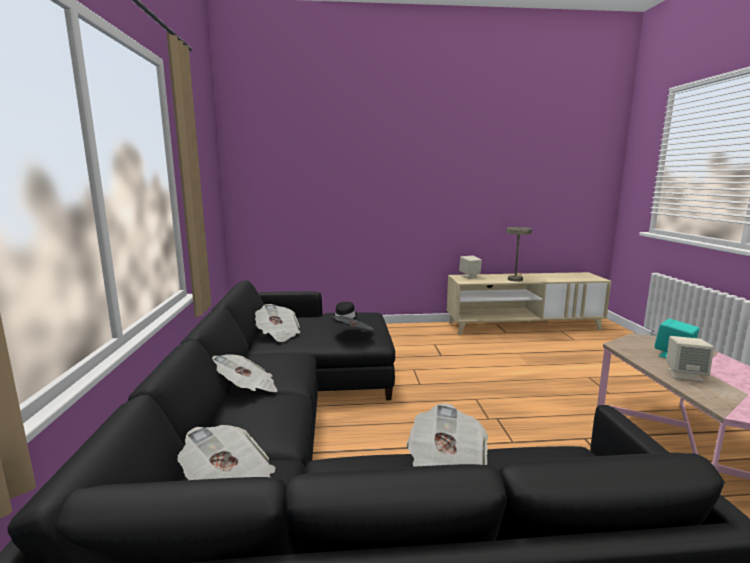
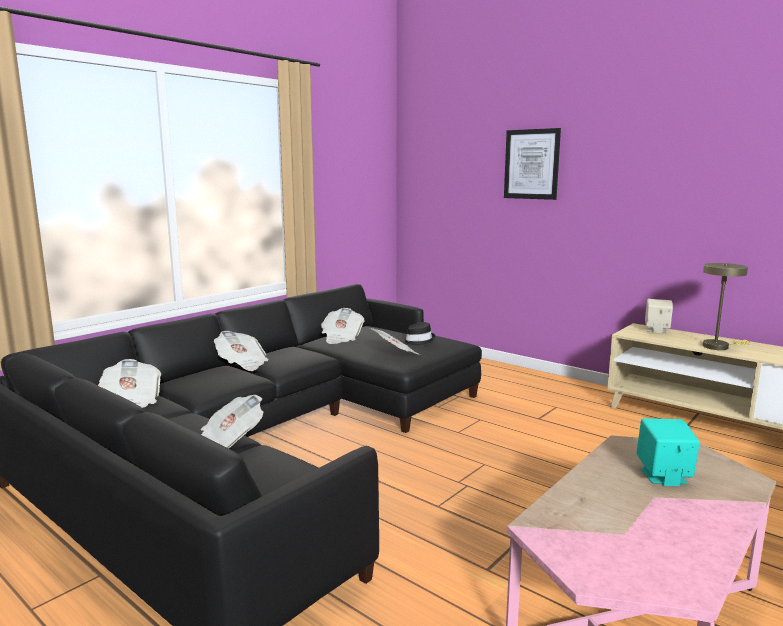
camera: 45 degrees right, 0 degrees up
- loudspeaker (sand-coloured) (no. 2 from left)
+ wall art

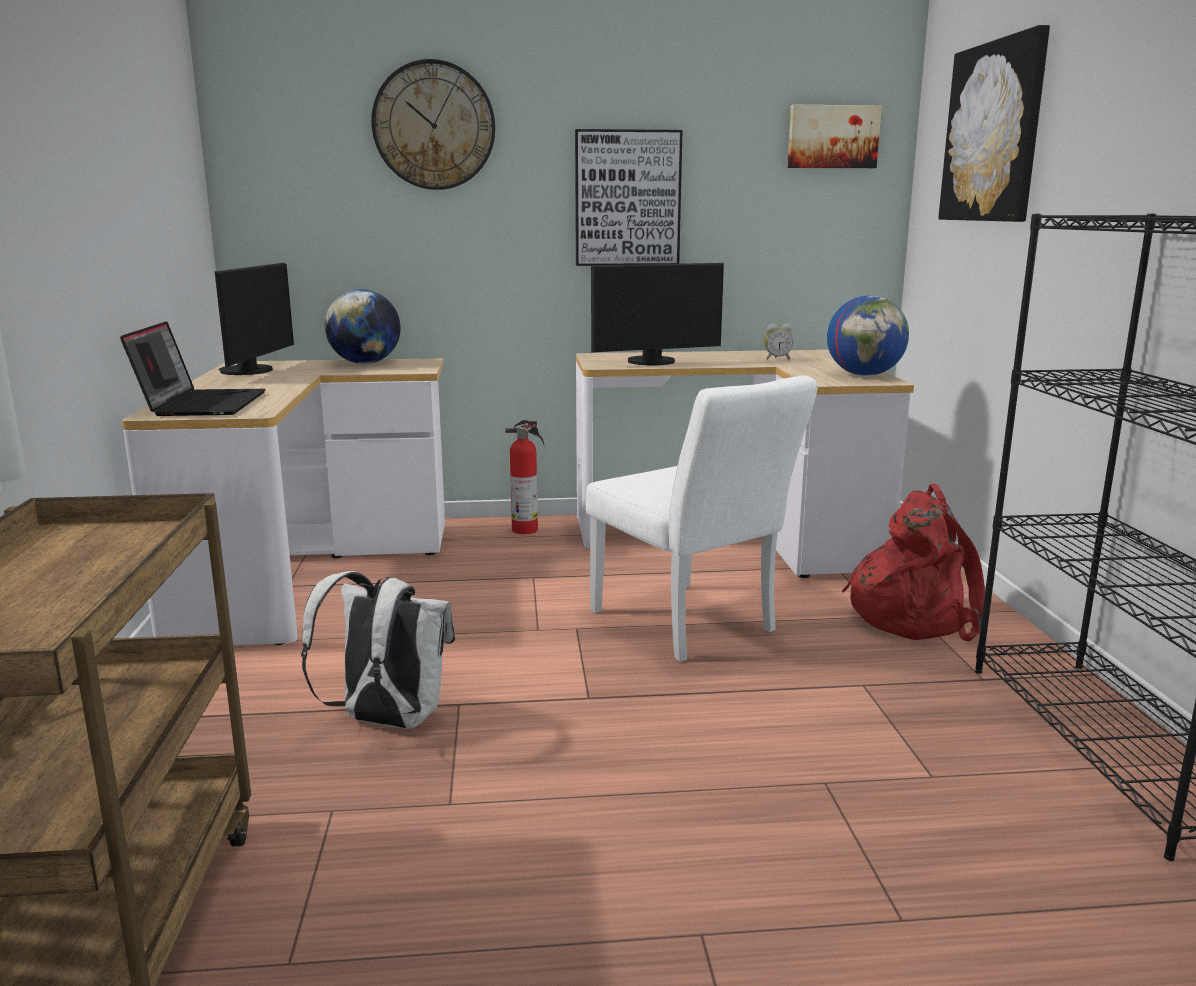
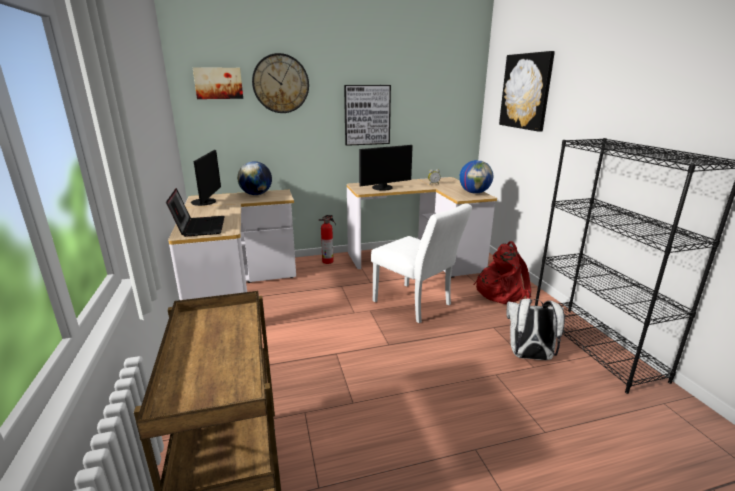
camera: 10 degrees left, 5 degrees up
~ wall art (no. 2 from left in the first image) to wall art (no. 1 from left)
~ backpack (white-coloured)

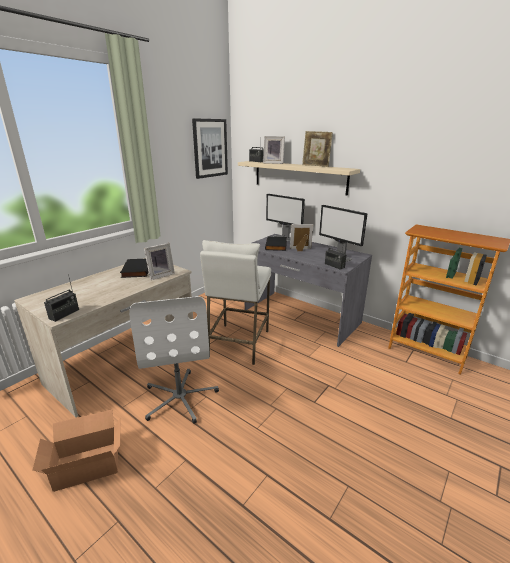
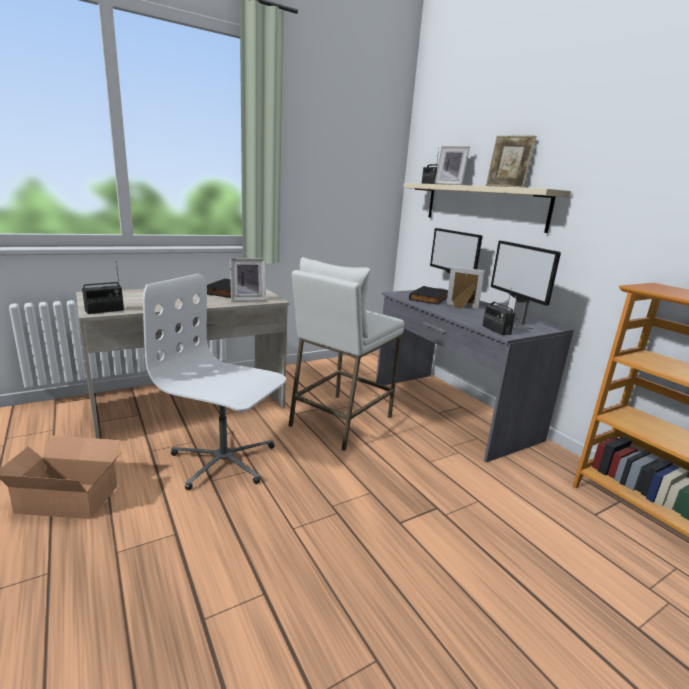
camera: 20 degrees right, 5 degrees down
- wall art
~ computer chair (white-coloured) 105 degrees clockwise

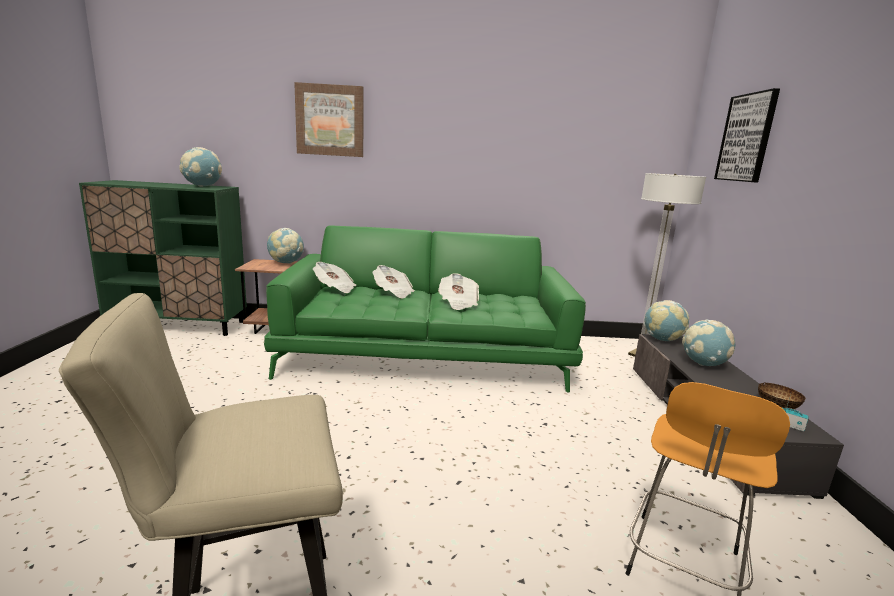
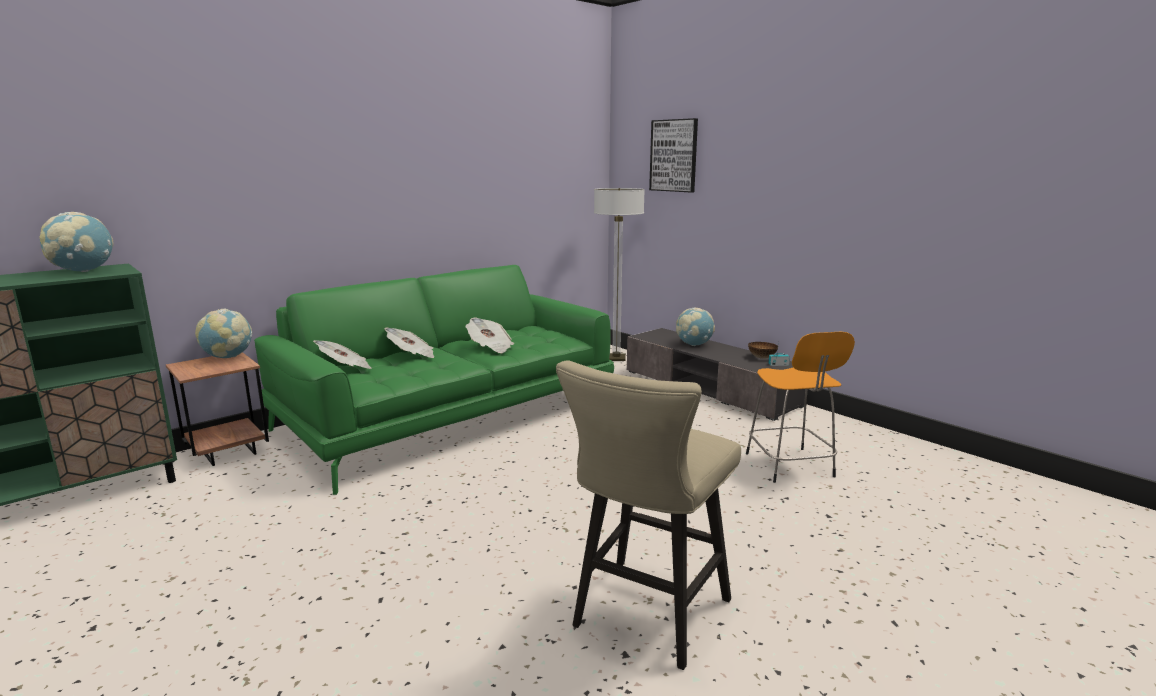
camera: 40 degrees left, 0 degrees up
- wall art (no. 1 from left)
- desk globe (no. 3 from left)

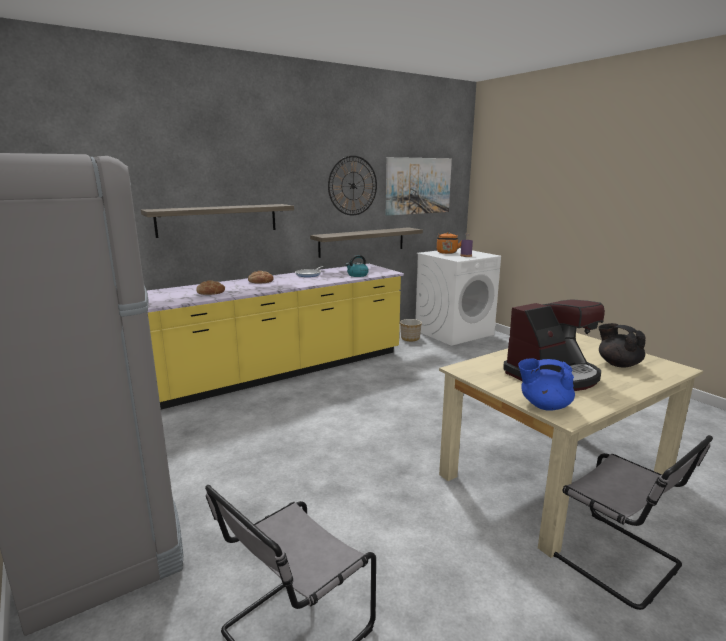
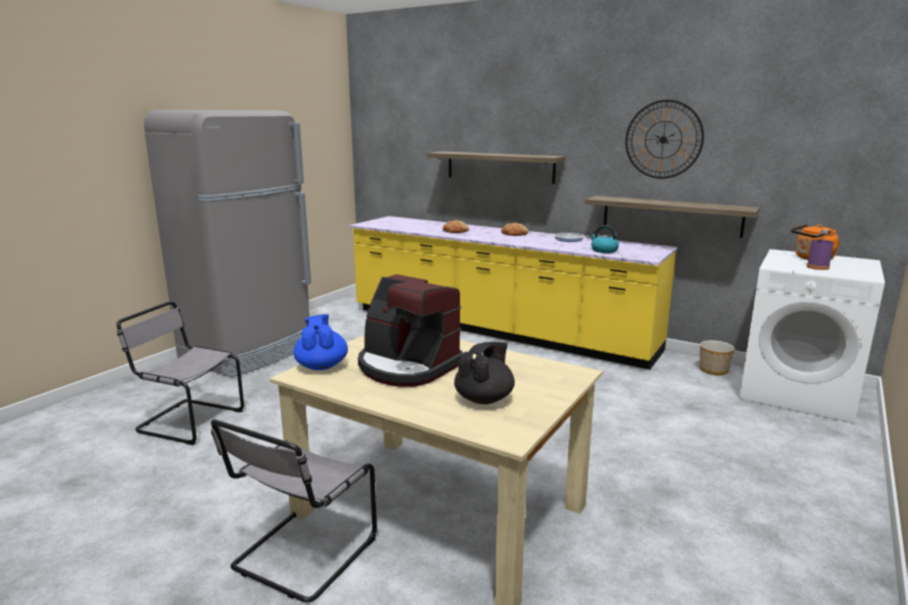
camera: 65 degrees right, 0 degrees up
- wall art

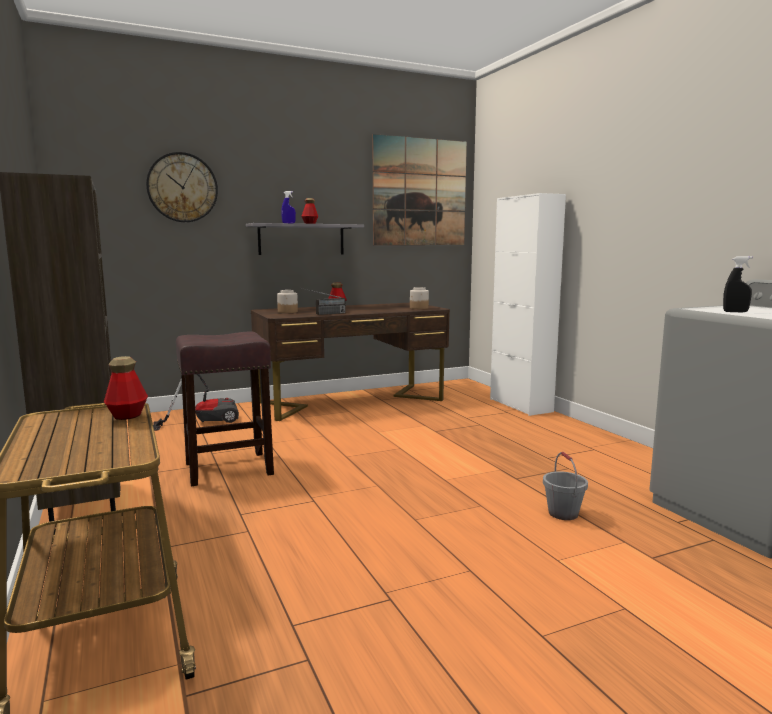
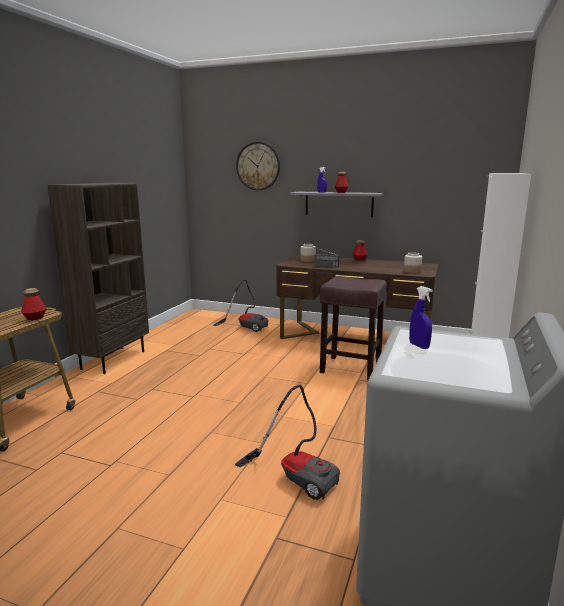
camera: 45 degrees right, 5 degrees up
- wall art
~ spray bottle (blackish) to spray bottle (blue-coloured) (no. 2 from left)
~ stool seat (brown-coloured)
~ water bucket (gray) to vacuum cleaner (no. 2 from left)

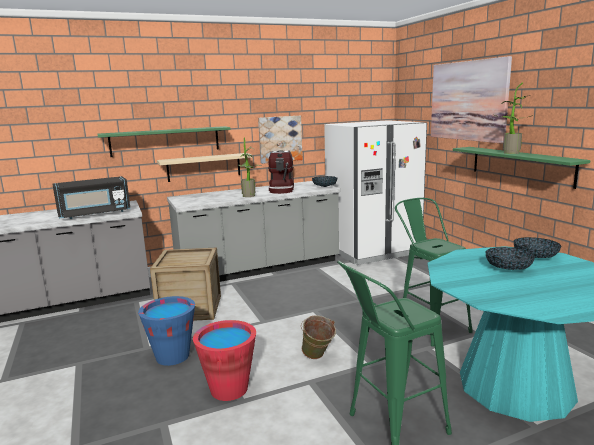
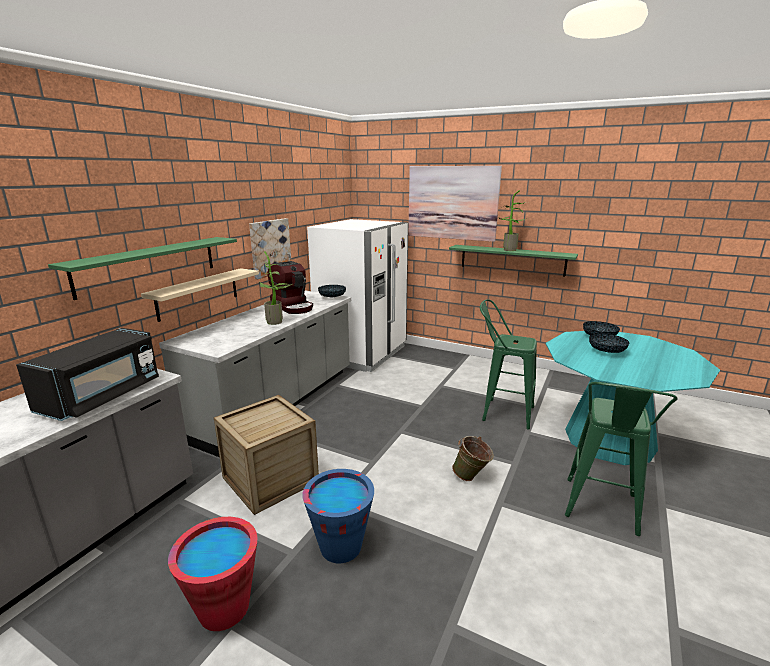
camera: 40 degrees left, 5 degrees up
~ water bucket (red-coloured)

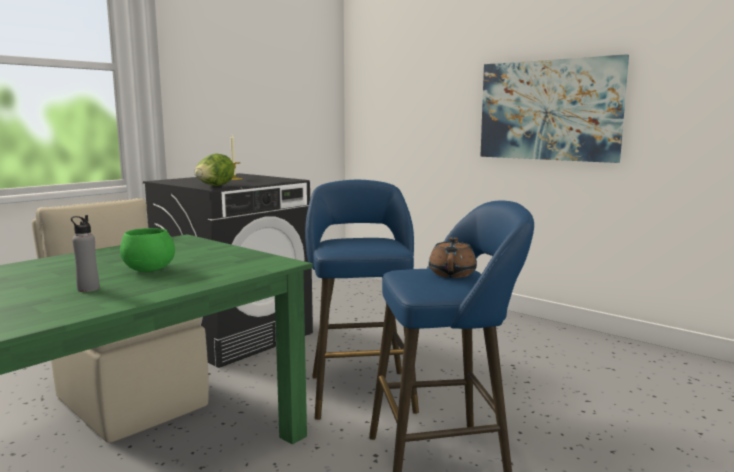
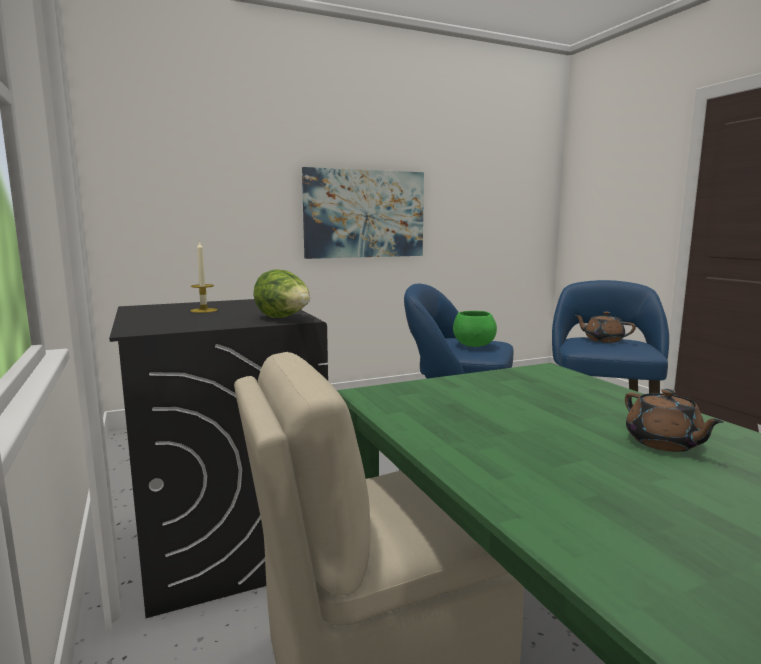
camera: 65 degrees left, 0 degrees up
~ drink bottle (gray) to pot for tea (brown-coloured) (no. 2 from left)
~ bowl (greenish)

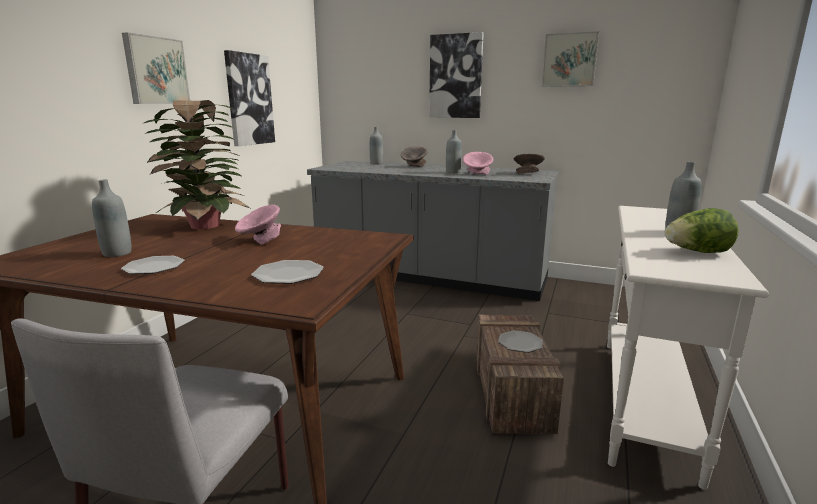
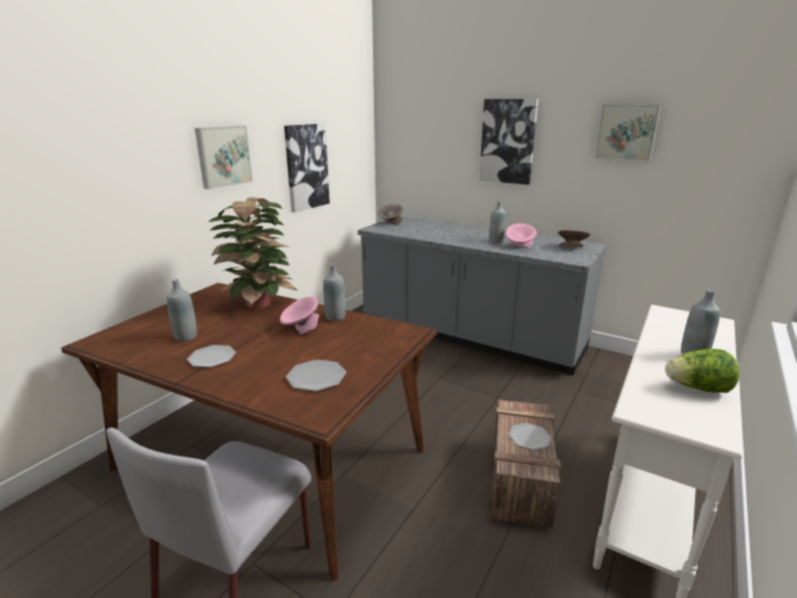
camera: 10 degrees right, 5 degrees up
~ drink bottle (gray) (no. 2 from left)
~ bowl (gray) (no. 1 from left)

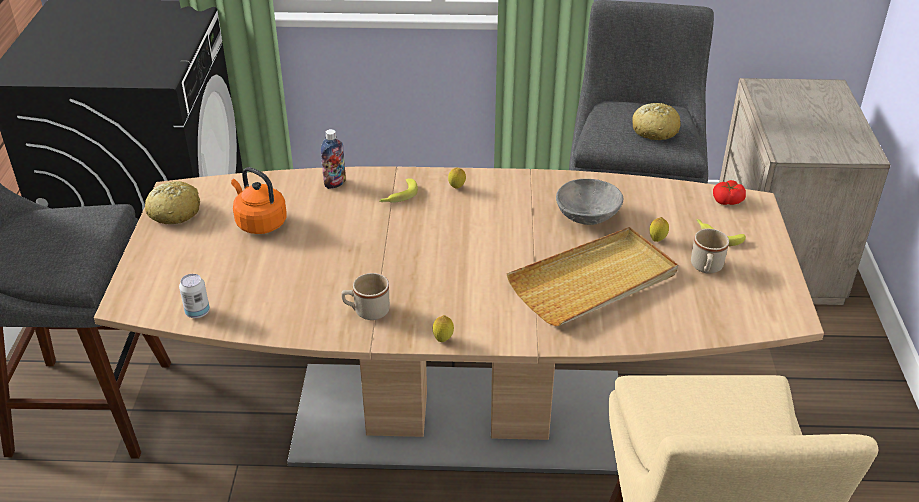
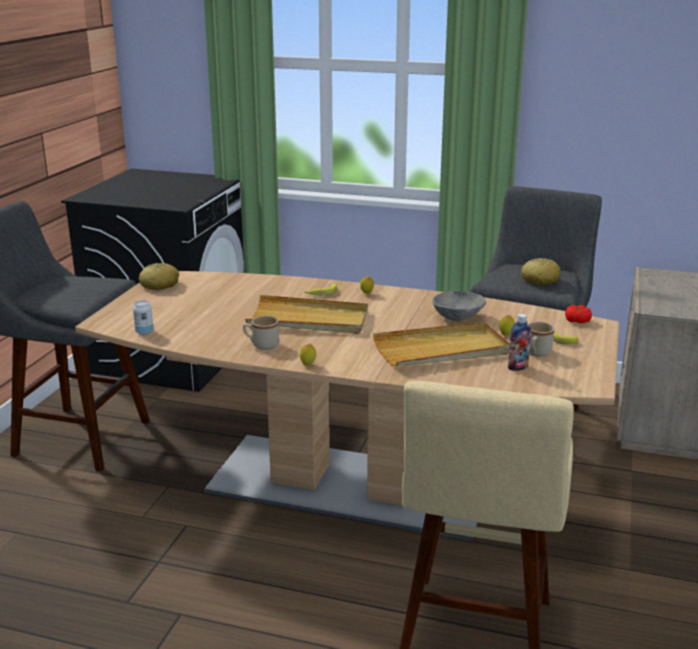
camera: 15 degrees right, 15 degrees down
~ drink bottle
- tea kettle (orange)
+ carrying tray (sand-coloured) (no. 1 from left)

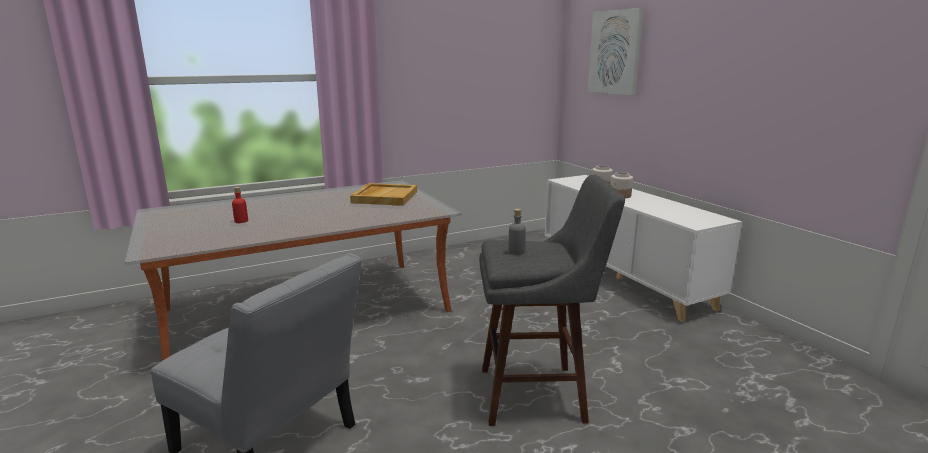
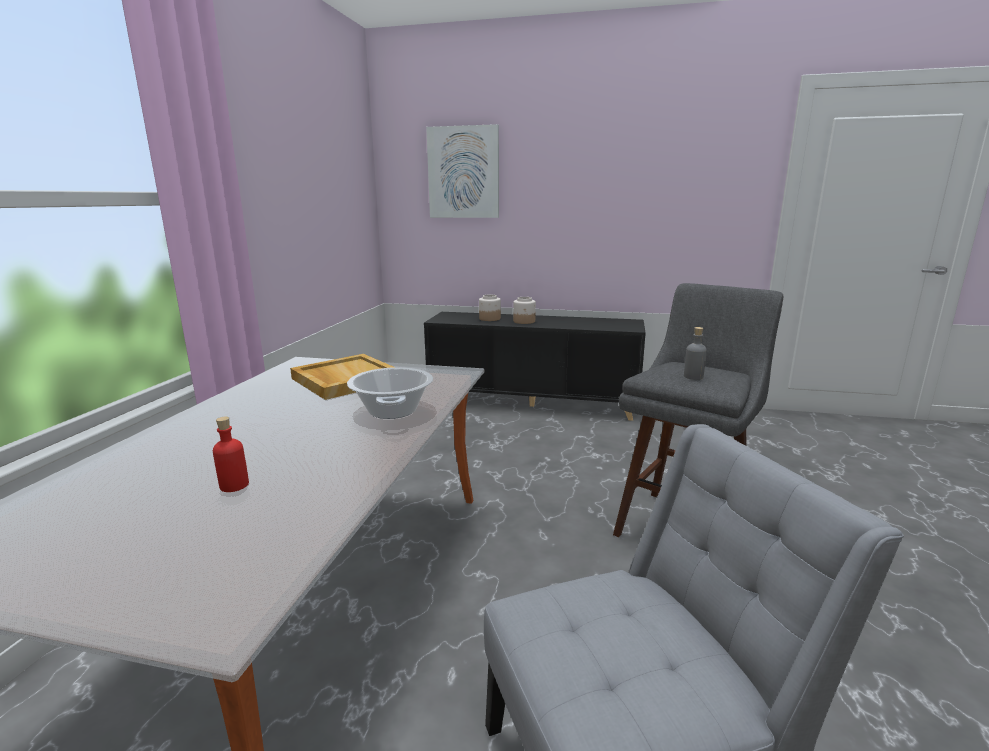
camera: 50 degrees left, 0 degrees up
~ cupboard (white-coloured) to cupboard (blackish)
+ cooking pot

